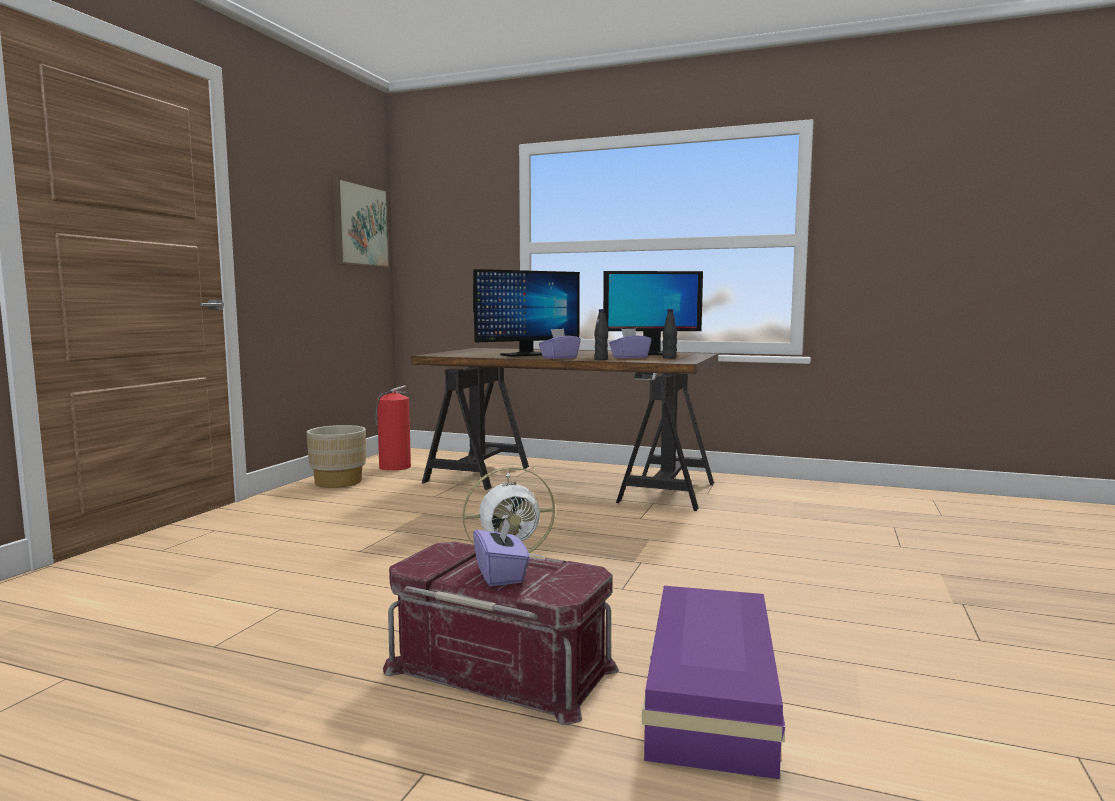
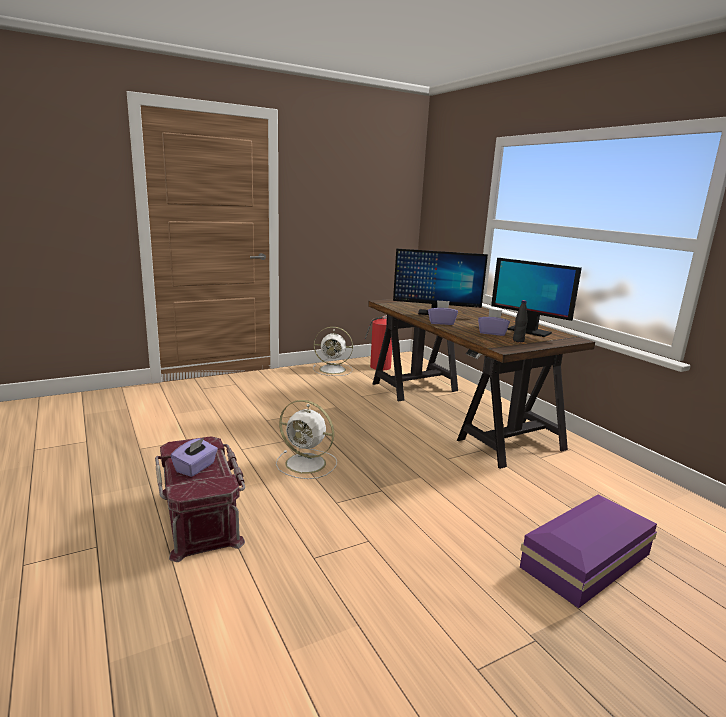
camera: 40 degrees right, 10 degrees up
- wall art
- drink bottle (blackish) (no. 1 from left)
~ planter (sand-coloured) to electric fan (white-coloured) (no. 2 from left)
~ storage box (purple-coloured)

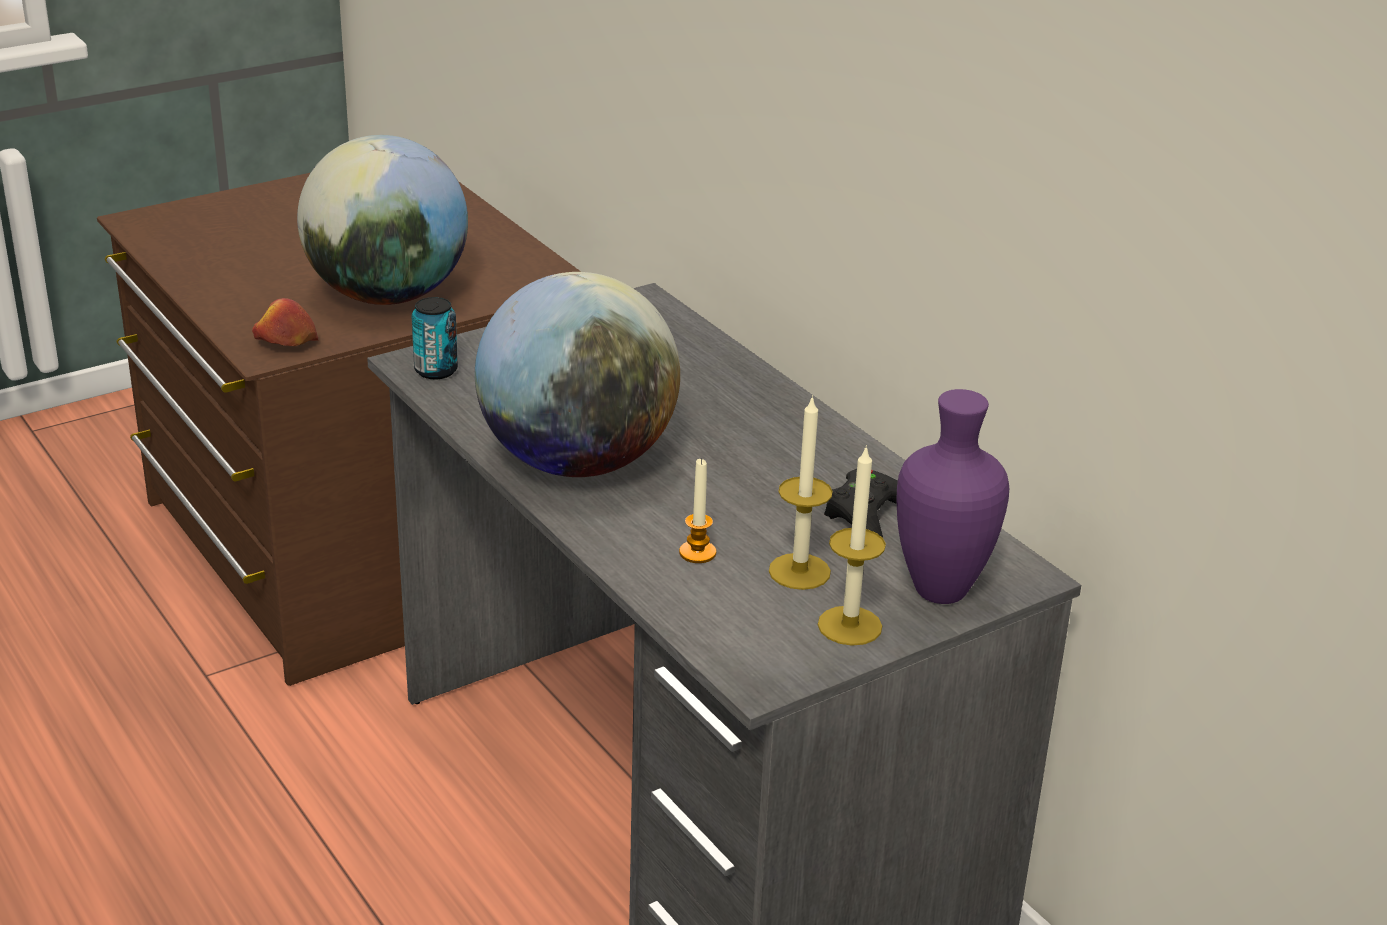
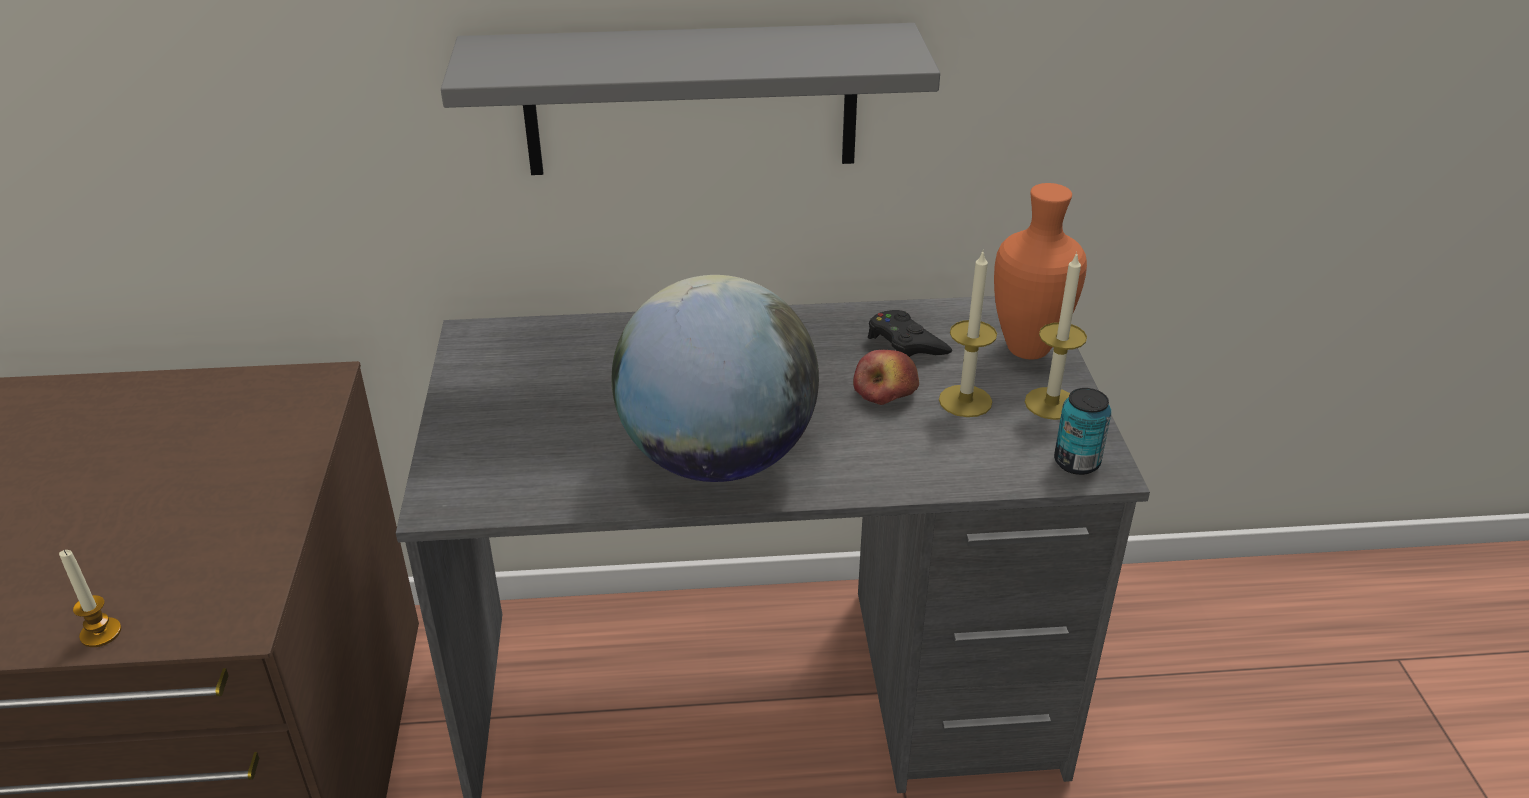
camera: 60 degrees left, 5 degrees up
- desk globe (no. 1 from left)
~ metal can
~ apple
~ vase (purple-coloured) to vase (orange)
~ candle (no. 1 from left)
+ bracket shelf (gray)

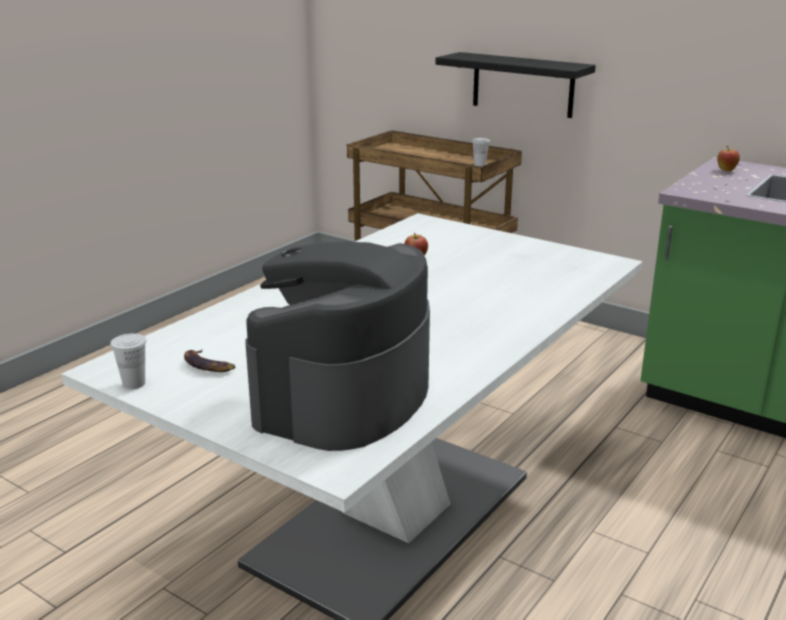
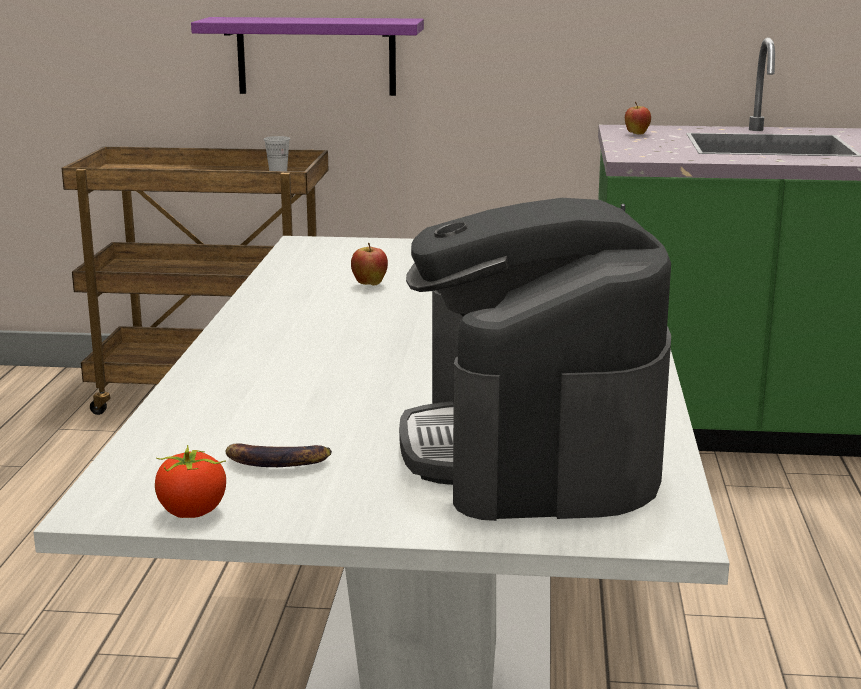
camera: 30 degrees left, 5 degrees down
~ bracket shelf (blackish) to bracket shelf (purple-coloured)
~ cup (white-coloured) (no. 1 from left) to tomato

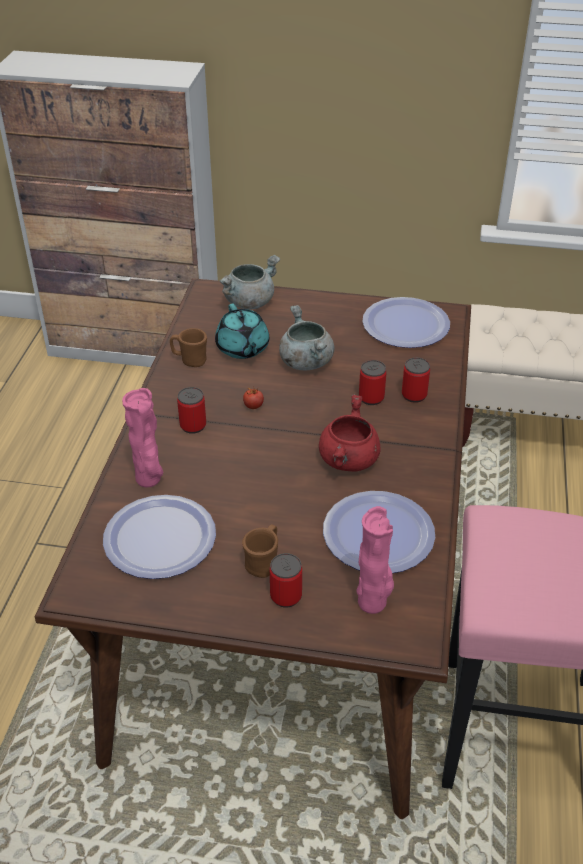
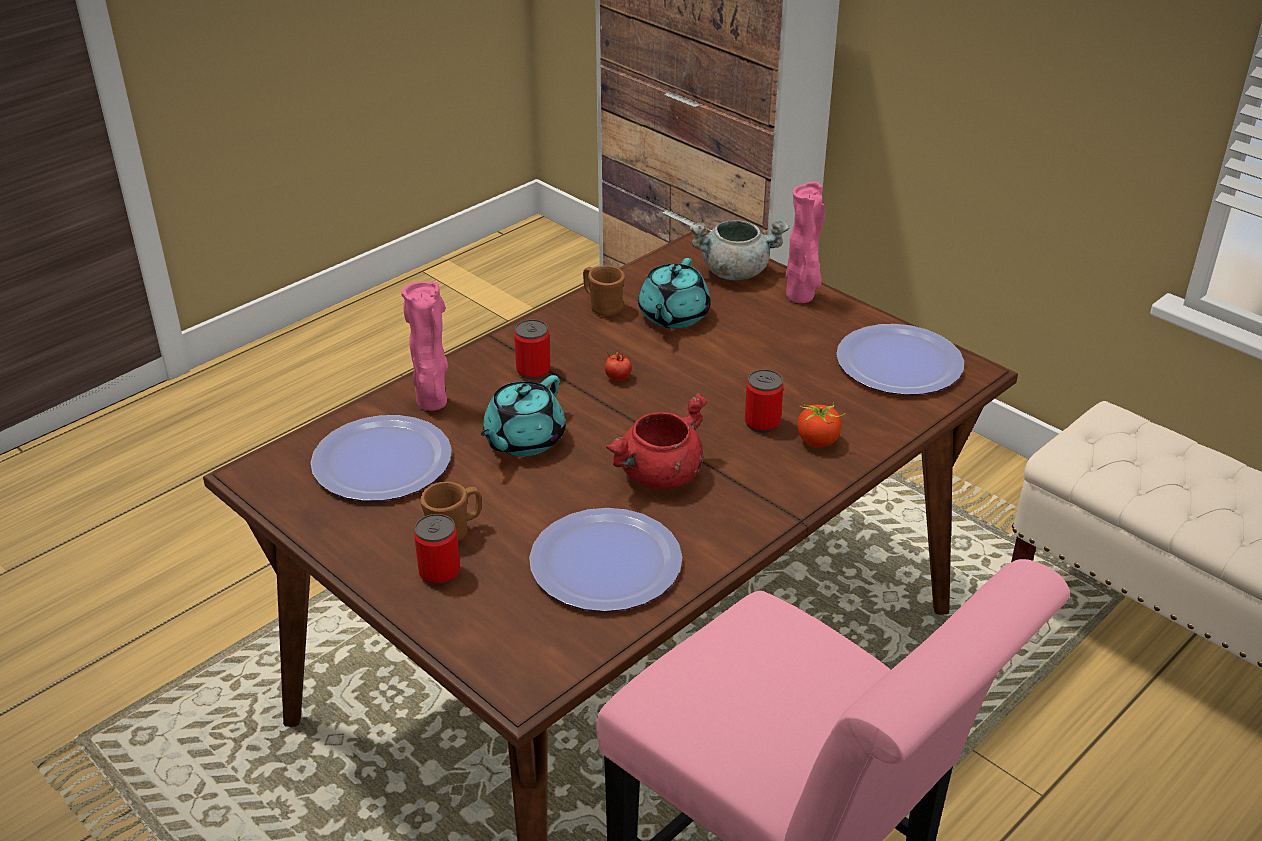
camera: 35 degrees right, 5 degrees down
- cooking pot (gray) (no. 2 from left)
~ metal can (no. 4 from left) to tomato (no. 2 from left)
~ vase (pinkish) (no. 2 from left)
+ pot for tea (blue-green) (no. 1 from left)

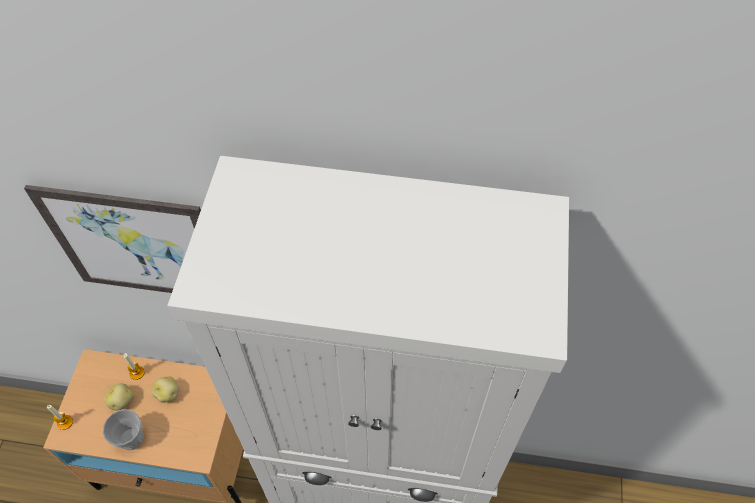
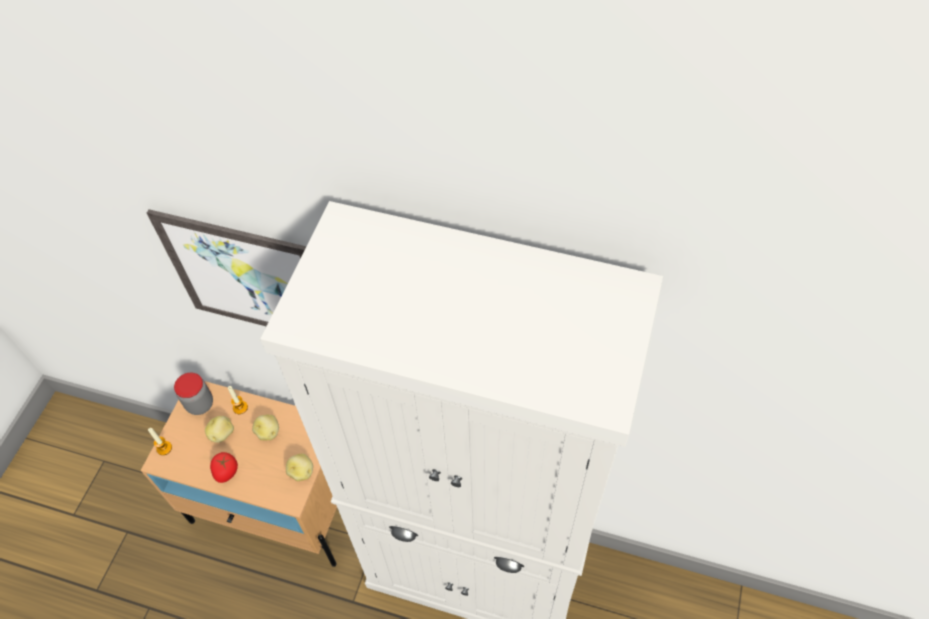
camera: 10 degrees right, 0 degrees up
~ cup to tomato
+ preserve jar
+ potato (no. 3 from left)

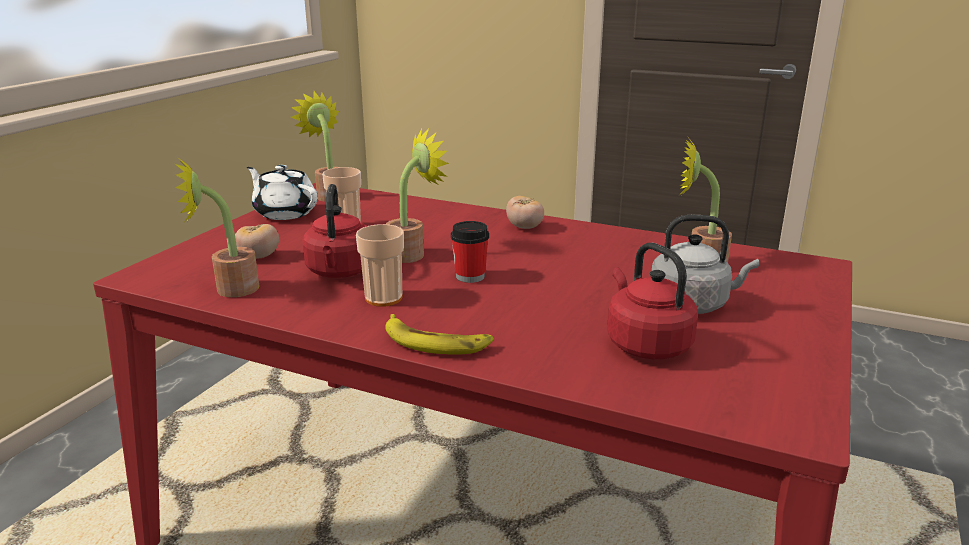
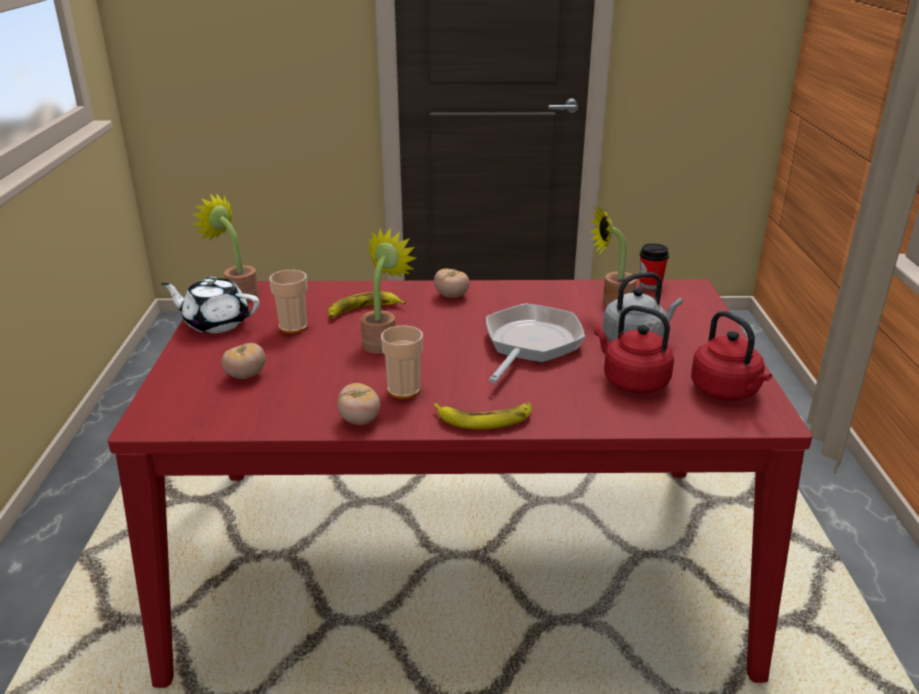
camera: 25 degrees left, 5 degrees up
- potted plant (no. 1 from left)
~ tea kettle (red-coloured) (no. 1 from left in the first image) to tea kettle (red-coloured) (no. 2 from left)
~ cup (no. 3 from left)
+ banana fruit (no. 1 from left)
+ skillet
+ tomato (no. 2 from left)

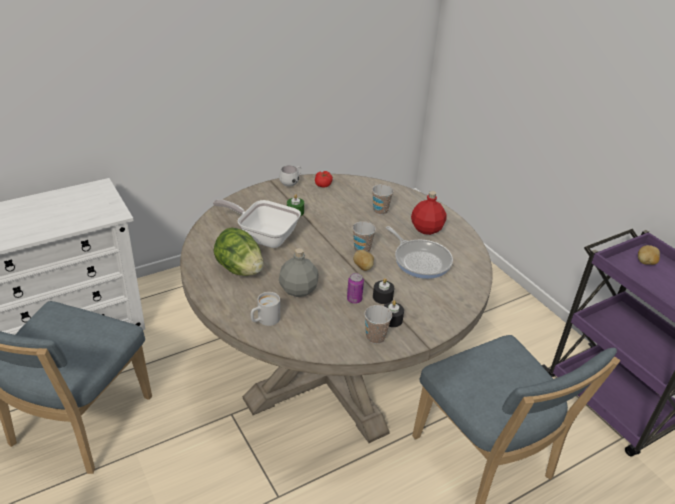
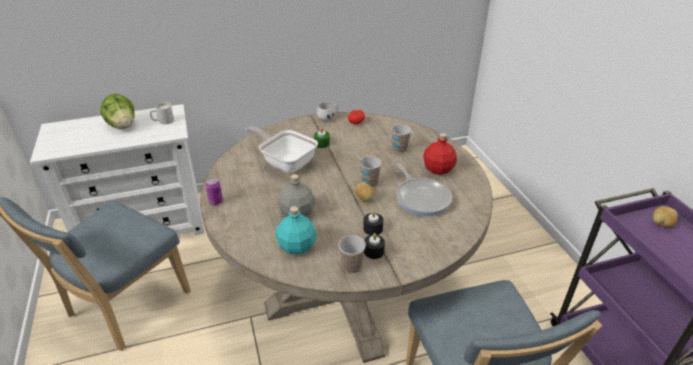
camera: 15 degrees right, 0 degrees up
~ lettuce head
~ metal can
~ mug (white-coloured) (no. 1 from left)
+ drink bottle (blue-green)

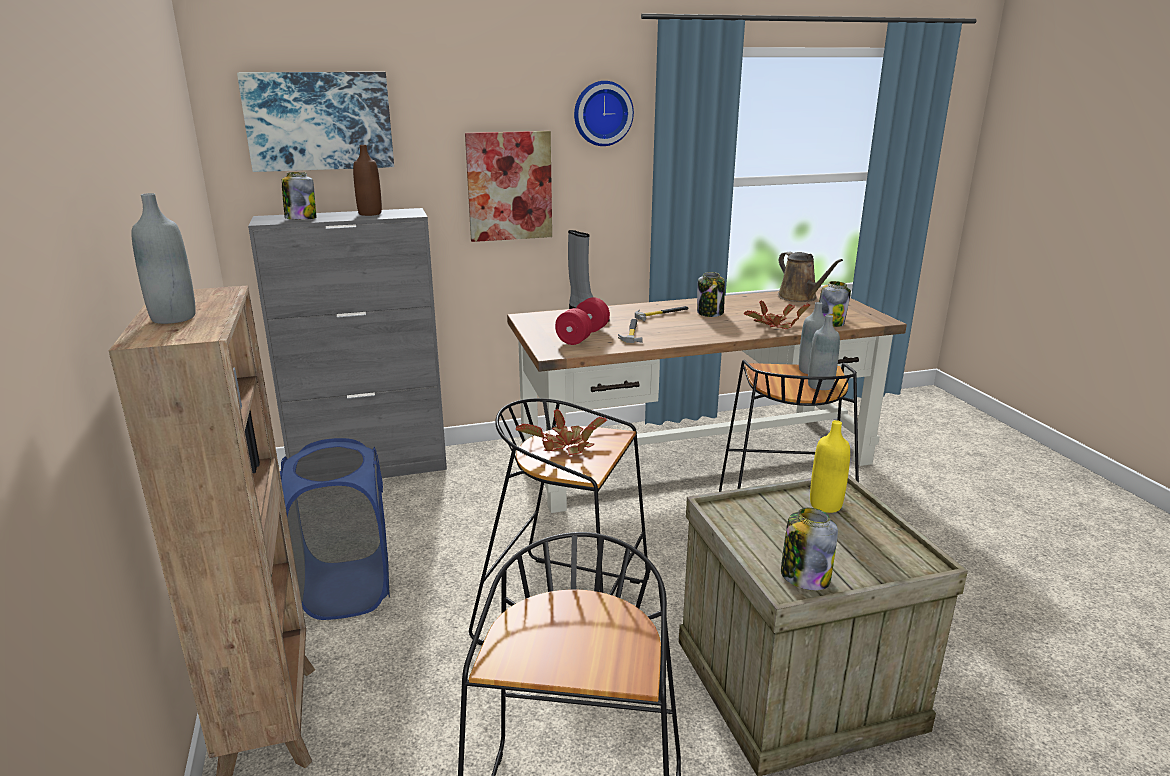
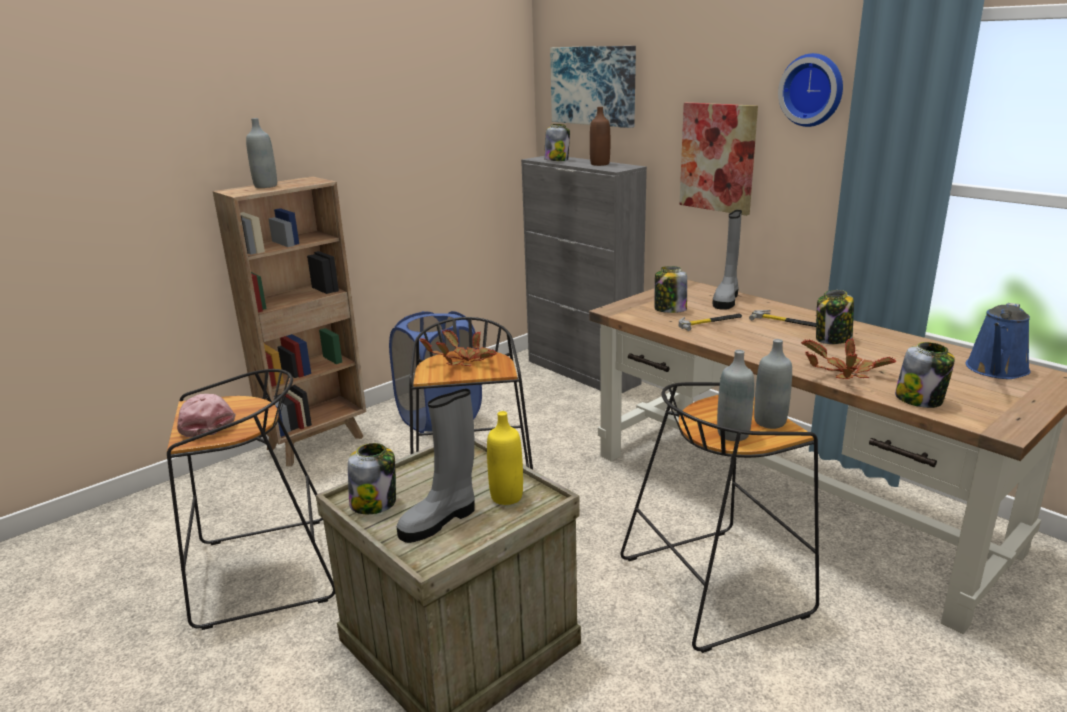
camera: 65 degrees right, 0 degrees up
~ watering can (brown-coloured) to watering can (blue-coloured)
~ dumbbell (red-coloured) to preserve jar (no. 3 from left)
+ boot (gray) (no. 1 from left)
+ cap (pinkish)

